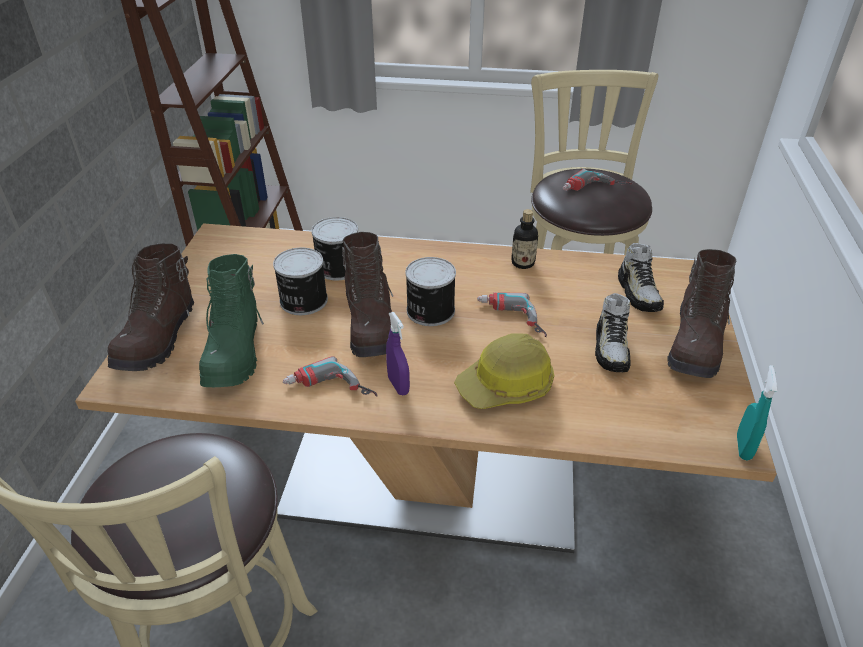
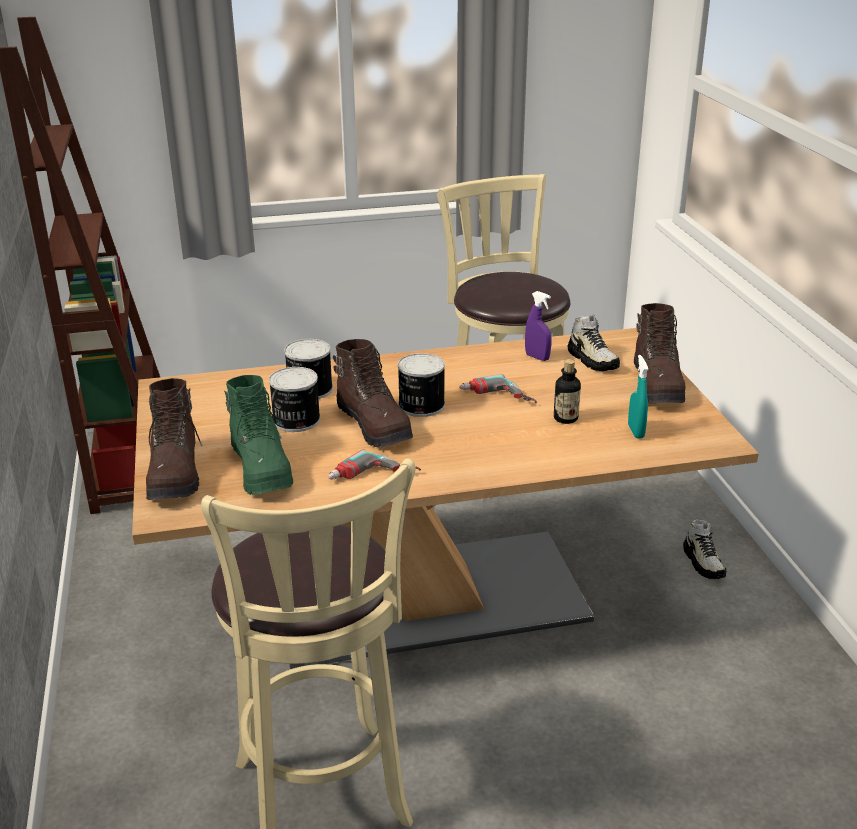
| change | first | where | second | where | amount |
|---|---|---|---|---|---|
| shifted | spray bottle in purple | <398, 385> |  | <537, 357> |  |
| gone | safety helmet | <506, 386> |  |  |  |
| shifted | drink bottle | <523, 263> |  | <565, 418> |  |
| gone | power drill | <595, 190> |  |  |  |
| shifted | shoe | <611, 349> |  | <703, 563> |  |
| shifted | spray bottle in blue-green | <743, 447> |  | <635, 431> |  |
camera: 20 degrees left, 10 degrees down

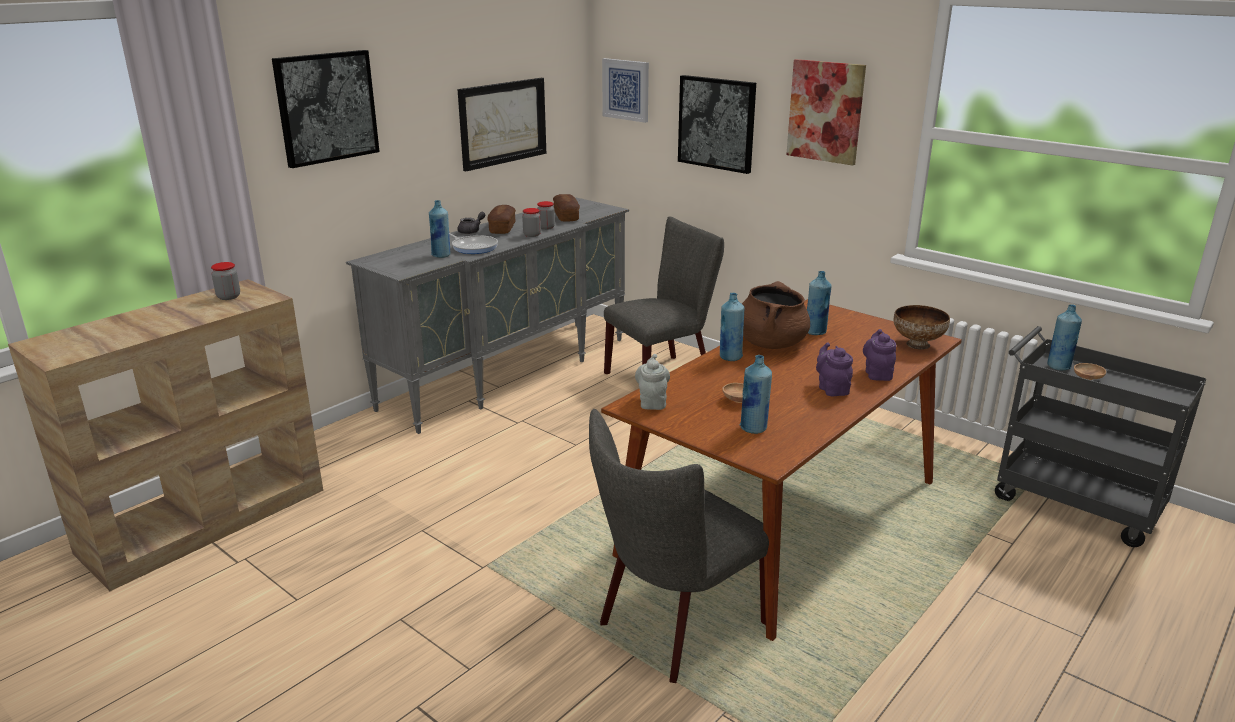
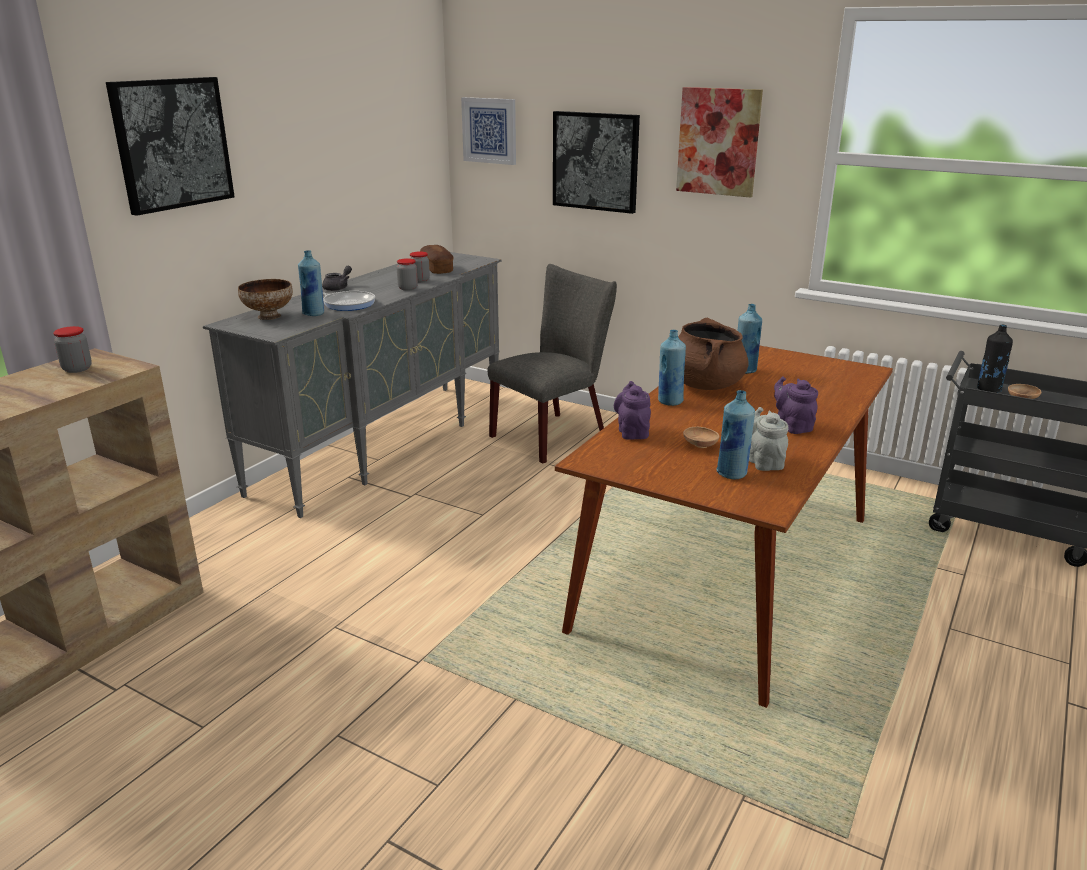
| change | first | where | second | where | amount |
|---|---|---|---|---|---|
| gone | wall picture | <502, 123> |  |  |  |
| gone | baked bread | <502, 228> |  |  |  |
| gone | plain chair in gray | <674, 627> |  |  |  |
| shifted | pot for tea in gray | <652, 402> |  | <764, 462> |  |
| shifted | pot for tea in purple | <877, 374> |  | <632, 432> |  |
| shifted | bowl | <917, 344> |  | <269, 316> |  |
| repainted | drink bottle in blue-coloured | <1058, 366> | drink bottle in black-coloured | <988, 390> |  |
camera: 10 degrees left, 0 degrees up

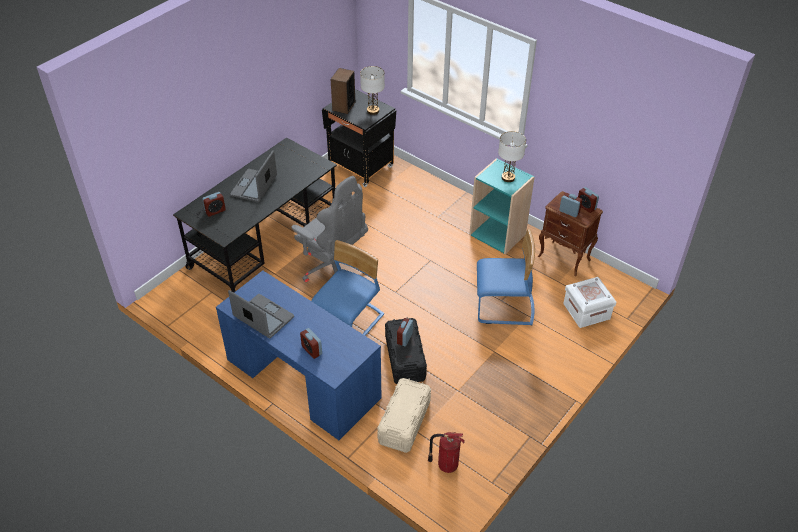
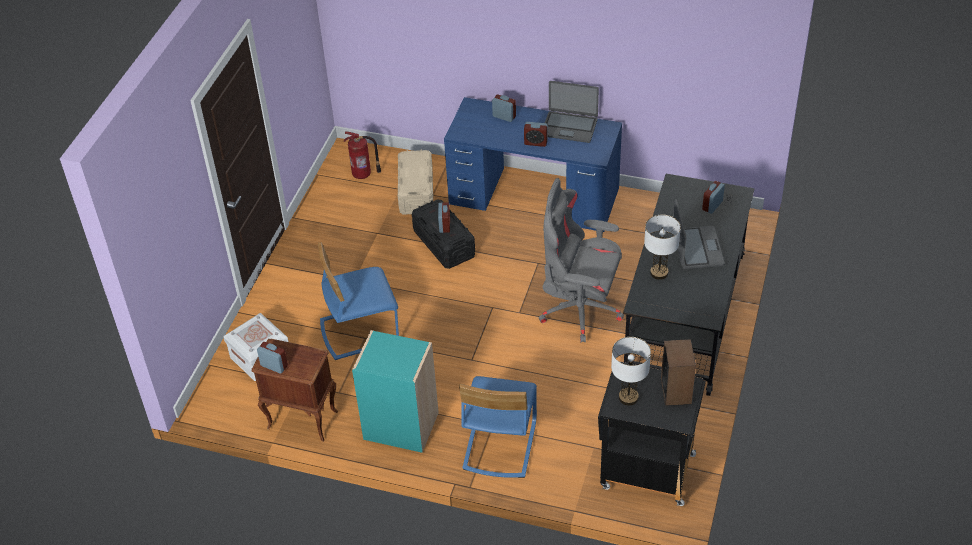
| change | first | where | second | where | amount |
|---|---|---|---|---|---|
| shifted | plain chair in blue-coloured | <350, 322> |  | <499, 445> |  |
| shifted | tabletop lamp | <508, 178> |  | <659, 273> |  |
| shifted | table clock | <569, 212> |  | <535, 142> |  |
camera: 160 degrees right, 0 degrees up

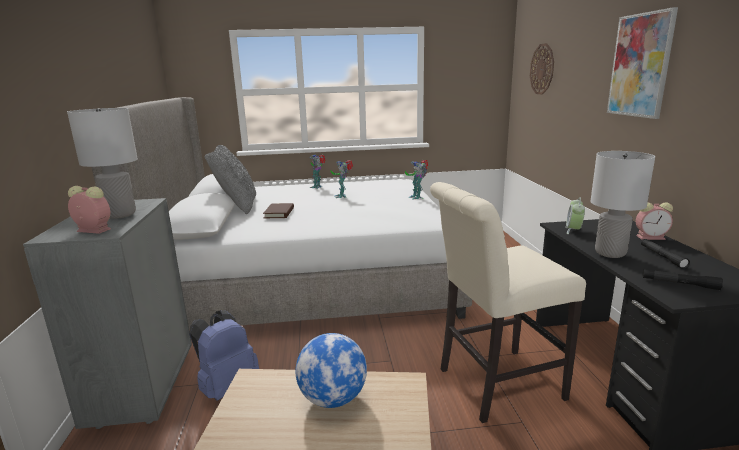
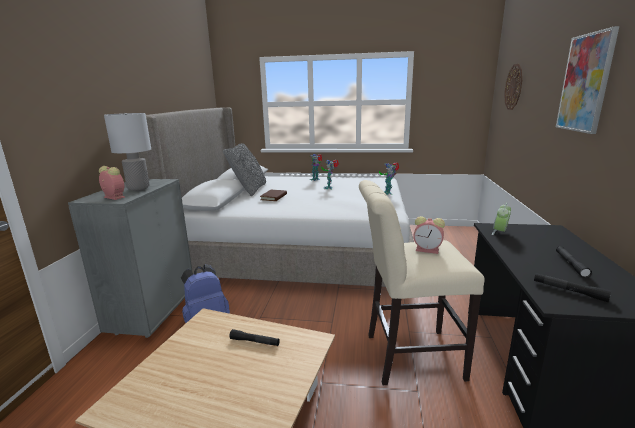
| change | first | where | second | where | amount |
|---|---|---|---|---|---|
| swapped | world globe | <333, 399> | flashlight in black-coloured | <254, 342> |  |
| gone | tabletop lamp in gray | <610, 255> |  |  |  |
| shifted | table clock | <651, 237> |  | <428, 250> |  |
camera: 15 degrees right, 0 degrees up

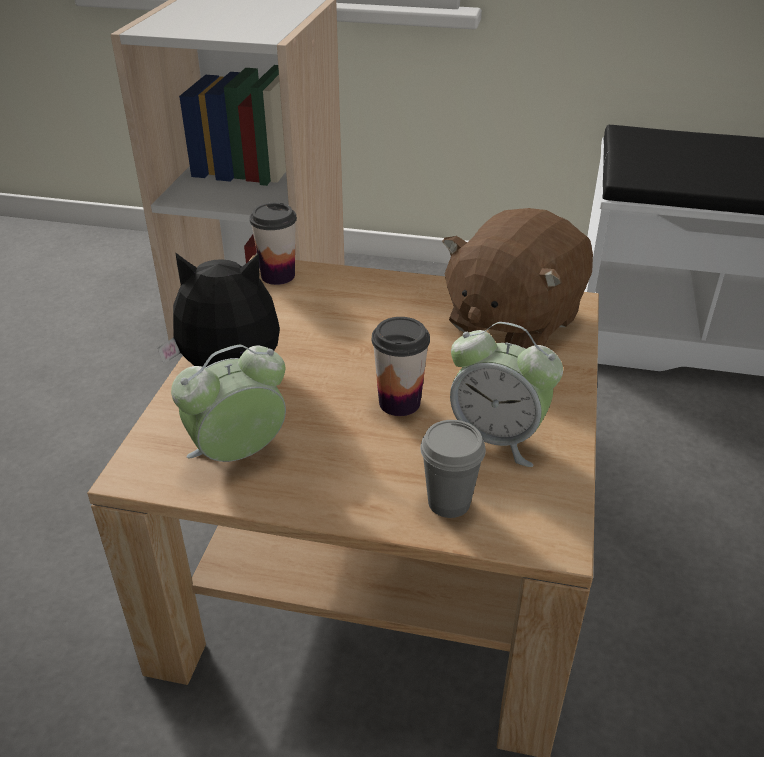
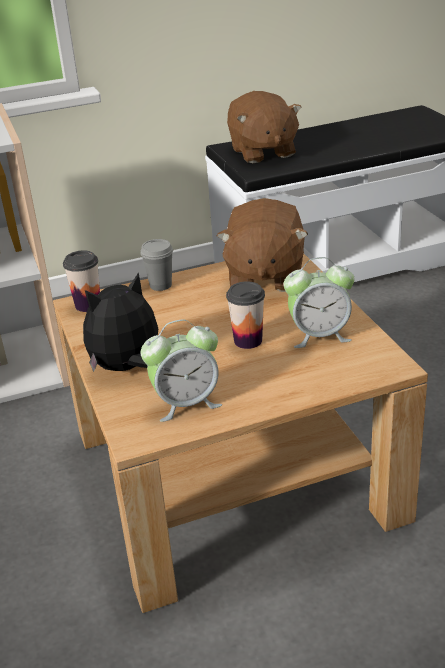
| change | first | where | second | where | amount |
|---|---|---|---|---|---|
| rotated | table clock | <239, 454> |  | <186, 403> | 135 degrees counterclockwise |
| shifted | small cup in gray | <449, 502> |  | <160, 285> |  |
| new |  |  | cuddly toy in brown | <262, 152> |  |
camera: 30 degrees left, 5 degrees down

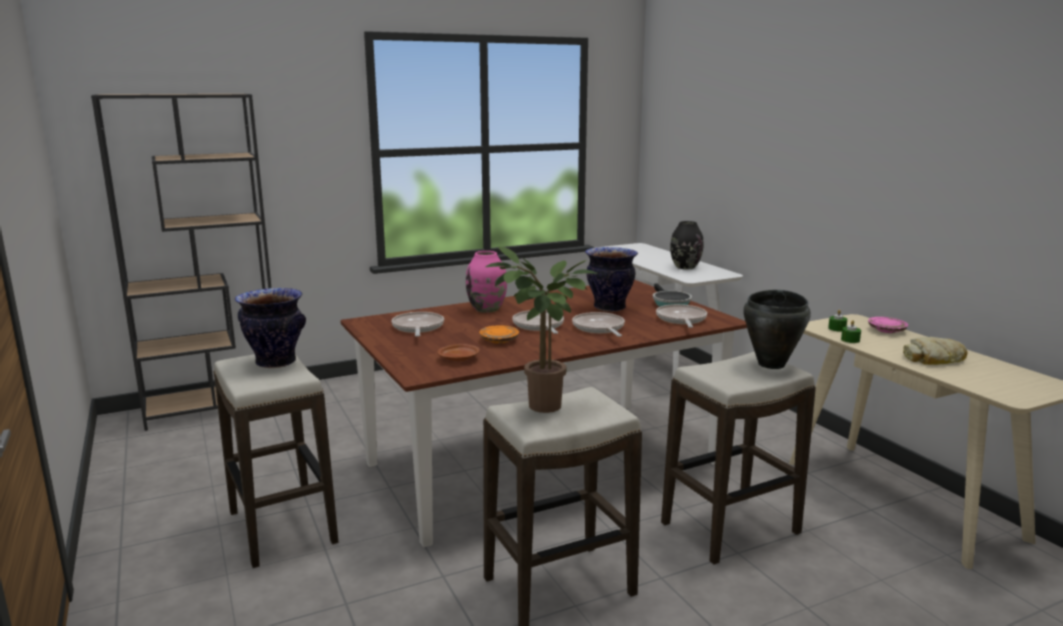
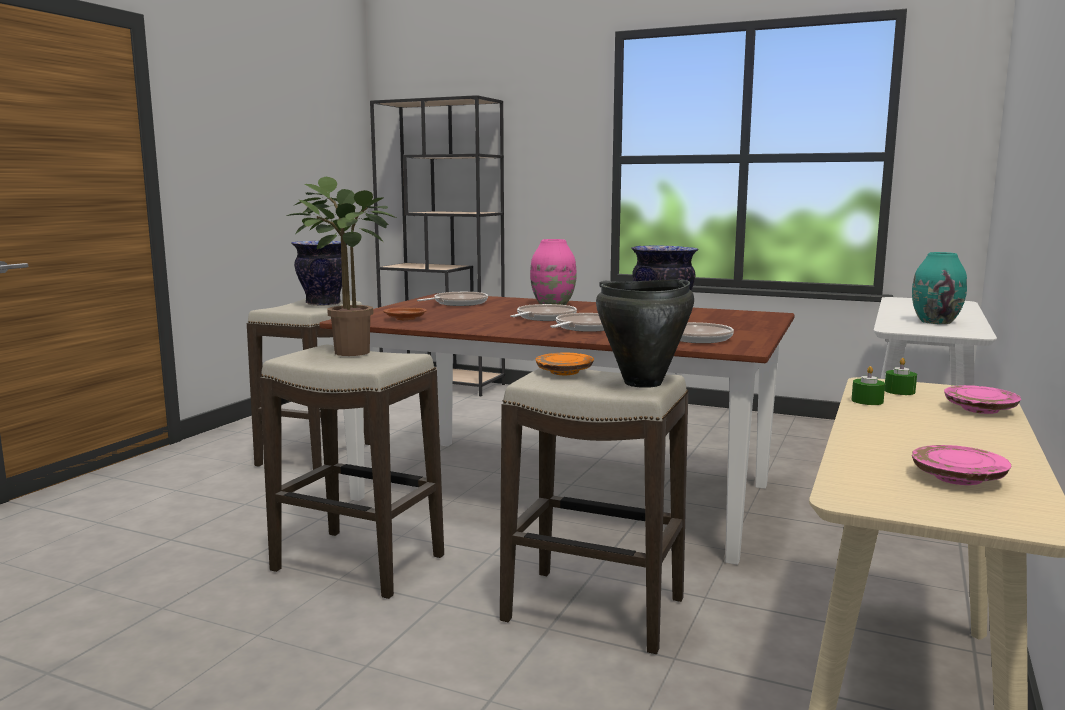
| change | first | where | second | where | amount |
|---|---|---|---|---|---|
| shifted | flat dish in orange | <499, 340> |  | <564, 372> |  |
| gone | pan | <669, 303> |  |  |  |
| repainted | flower vase in black-coloured | <685, 267> | flower vase in blue-green | <935, 322> |  |
| gone | baked bread | <934, 359> |  |  |  |
| new |  |  | flat dish in pinkish | <958, 478> |  |
camera: 50 degrees right, 5 degrees down

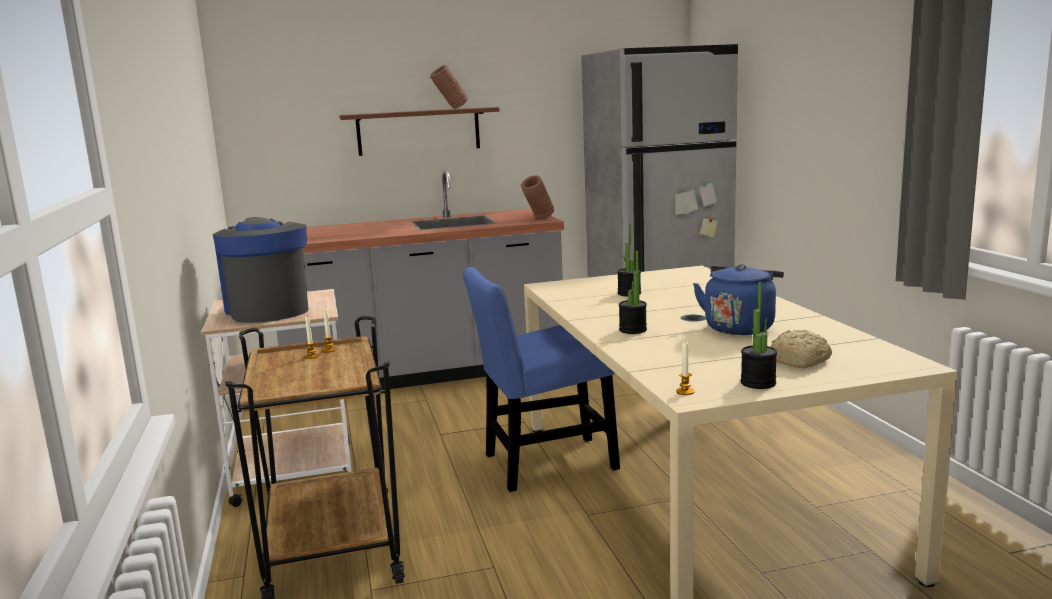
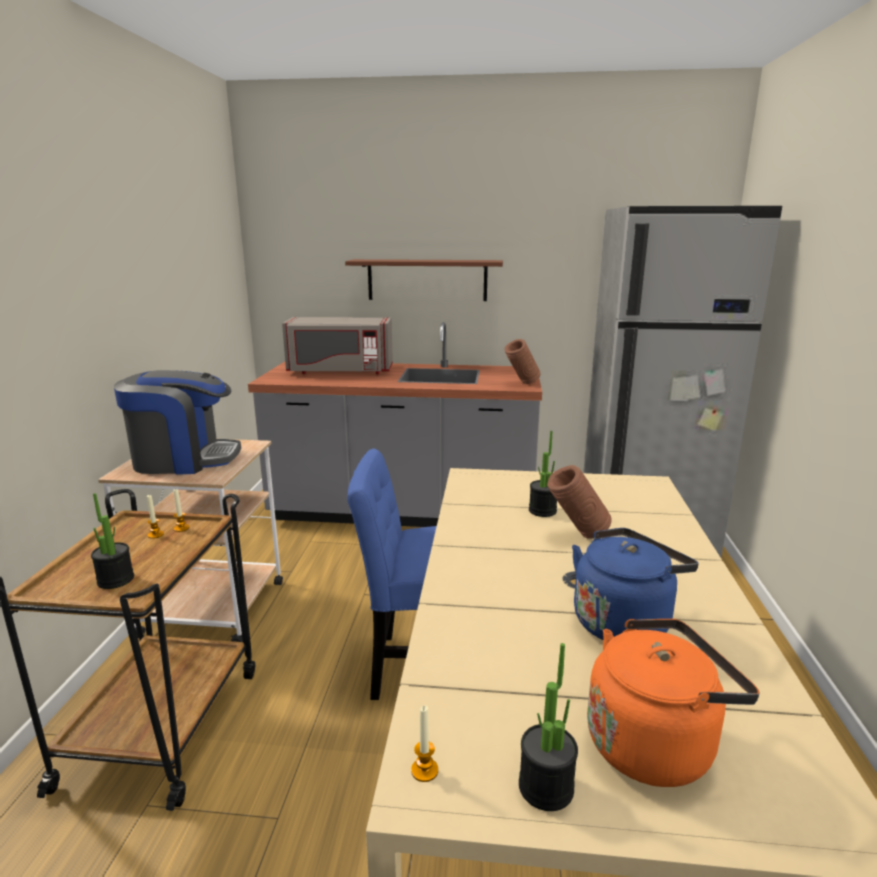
| change | first | where | second | where | amount |
|---|---|---|---|---|---|
| rotated | coffee machine | <267, 309> |  | <184, 459> | 90 degrees clockwise |
| shifted | flower vase in brown | <450, 109> |  | <577, 535> |  |
| shifted | potted plant | <633, 330> |  | <116, 580> |  |
| swapped | baked bread | <800, 361> | water kettle in orange | <654, 742> |  |
| new |  |  | microwave in gray | <340, 371> |  |
camera: 20 degrees right, 5 degrees up

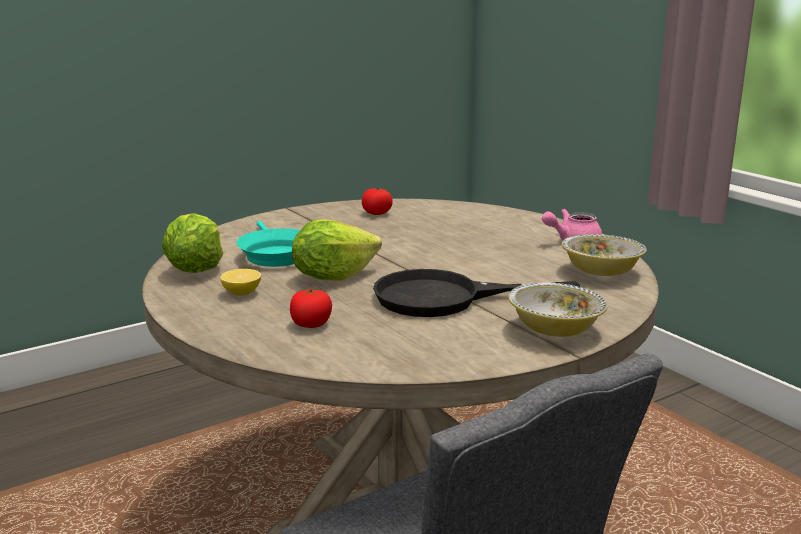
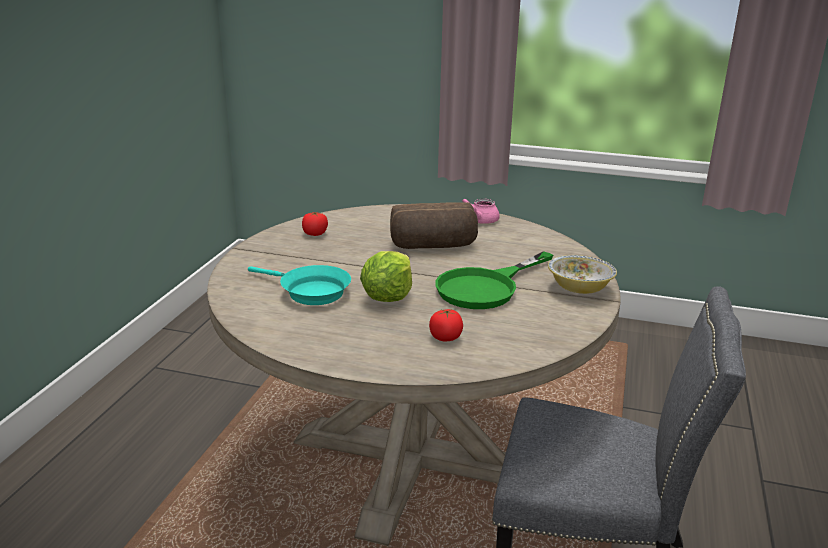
| change | first | where | second | where | amount |
|---|---|---|---|---|---|
| gone | head of lettuce | <195, 269> |  |  |  |
| gone | whole lemon | <242, 293> |  |  |  |
| repainted | pan in black-coloured | <447, 297> | pan in greenish | <486, 287> |  |
| gone | bowl | <601, 272> |  |  |  |
| new |  |  | baked bread | <433, 246> |  |
camera: 40 degrees left, 5 degrees up

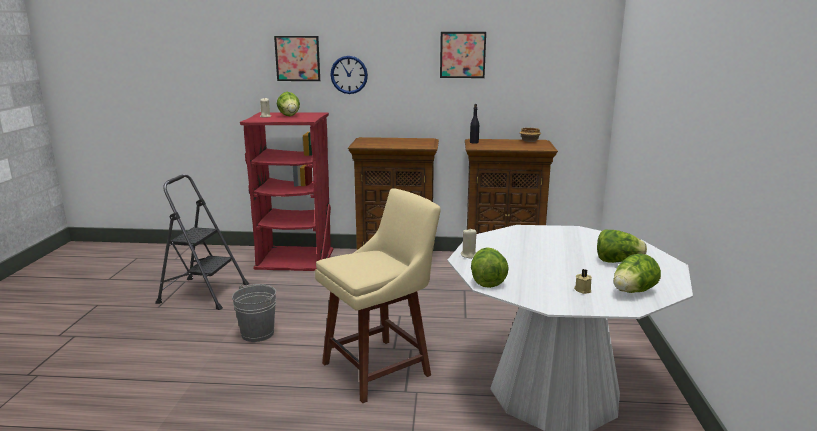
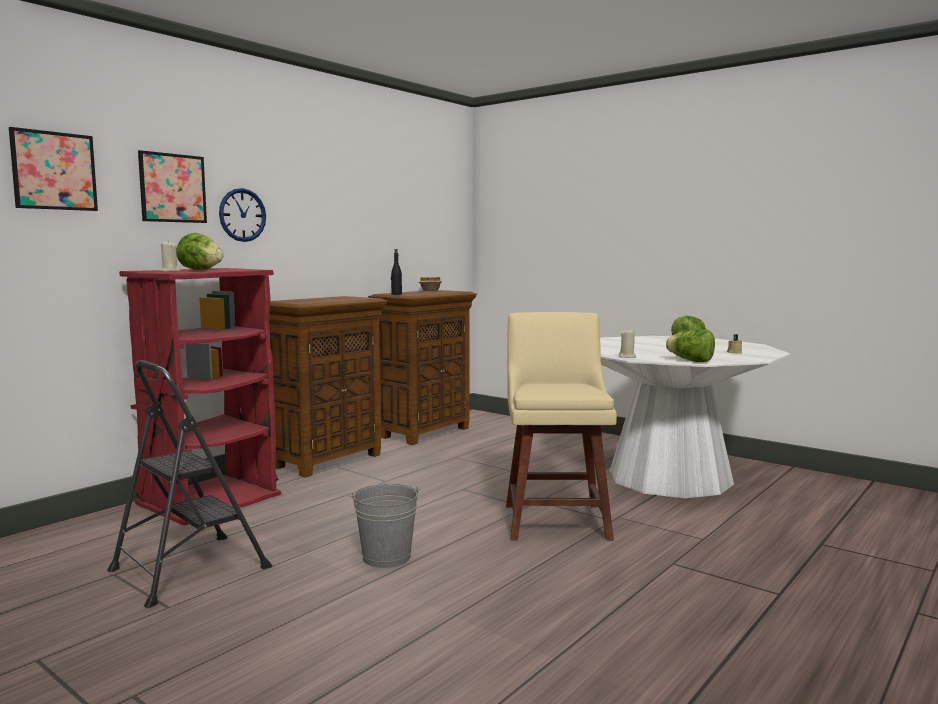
| change | first | where | second | where | amount |
|---|---|---|---|---|---|
| shifted | wall picture | <462, 55> |  | <54, 171> |  |
| gone | head of lettuce | <632, 292> |  |  |  |
camera: 55 degrees left, 10 degrees down

